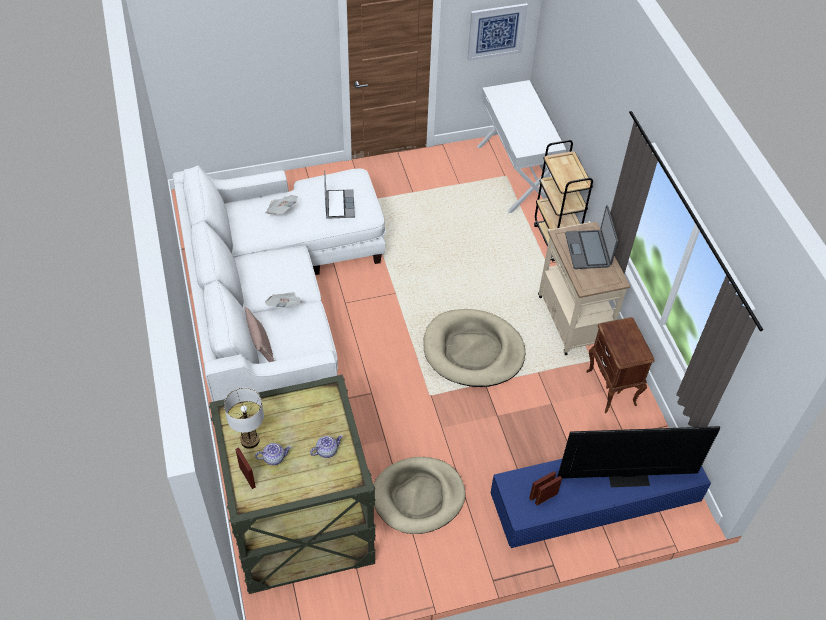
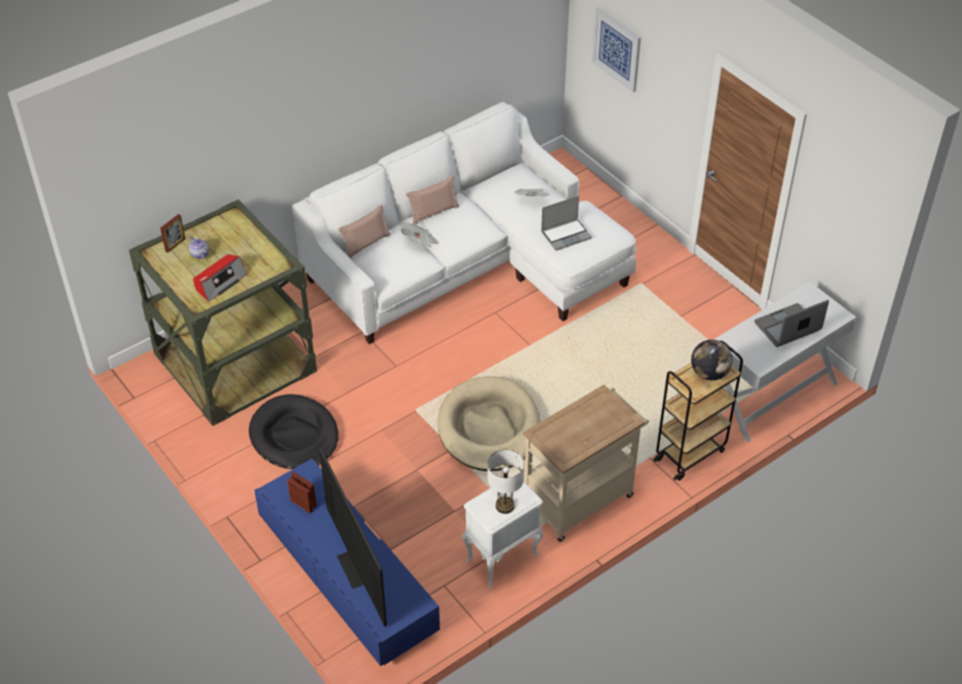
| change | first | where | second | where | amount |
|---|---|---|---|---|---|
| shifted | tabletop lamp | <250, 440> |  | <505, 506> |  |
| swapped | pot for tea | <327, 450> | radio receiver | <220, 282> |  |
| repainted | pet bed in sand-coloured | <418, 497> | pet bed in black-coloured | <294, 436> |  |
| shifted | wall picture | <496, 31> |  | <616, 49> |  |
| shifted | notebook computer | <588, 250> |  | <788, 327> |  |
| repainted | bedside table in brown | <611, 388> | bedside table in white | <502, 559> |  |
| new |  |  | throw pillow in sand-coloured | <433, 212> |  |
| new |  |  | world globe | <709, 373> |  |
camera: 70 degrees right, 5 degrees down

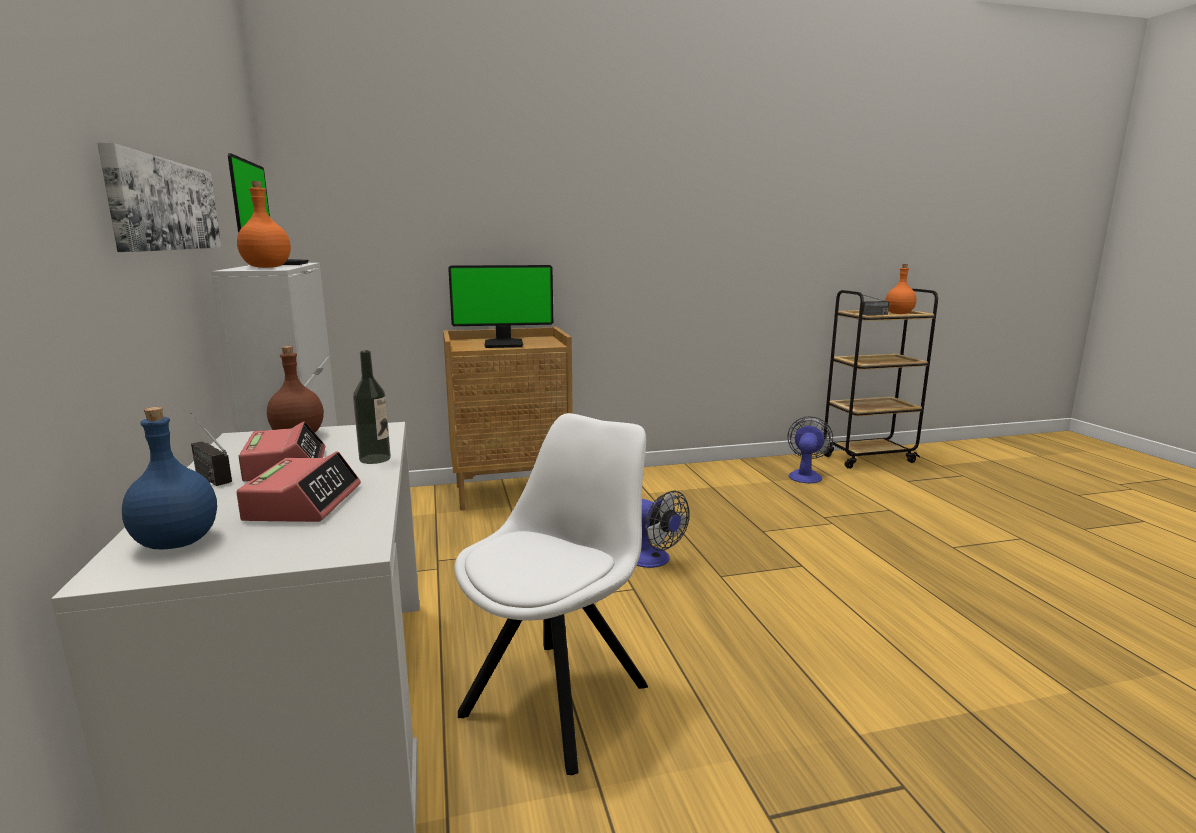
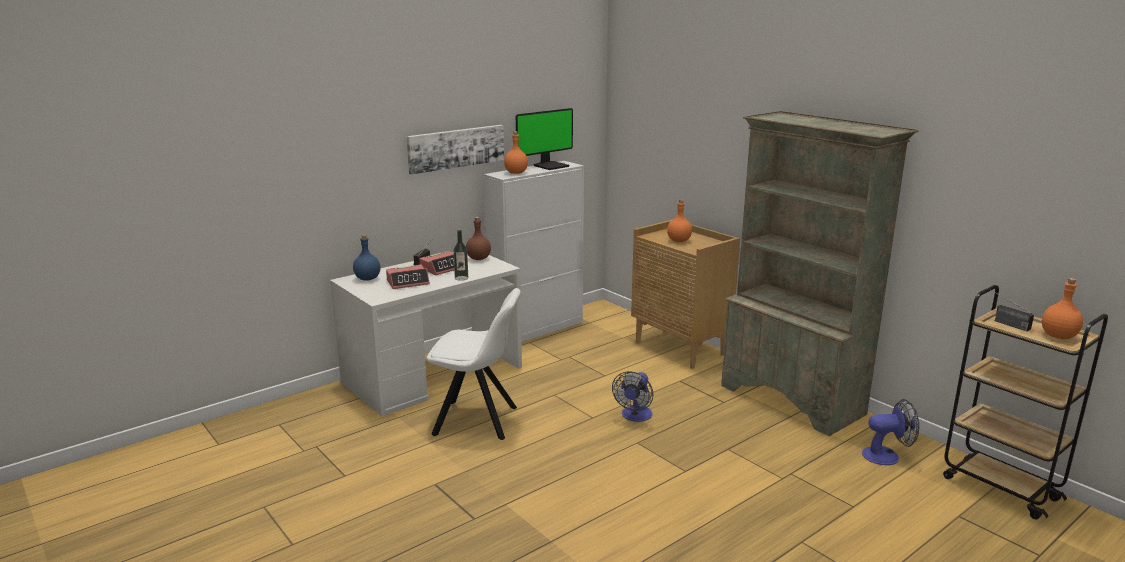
| change | first | where | second | where | amount |
|---|---|---|---|---|---|
| swapped | computer screen | <504, 344> | drink bottle in orange | <679, 241> |  |
| new |  |  | bookshelf in greenish | <792, 399> |  |
camera: 65 degrees right, 5 degrees up

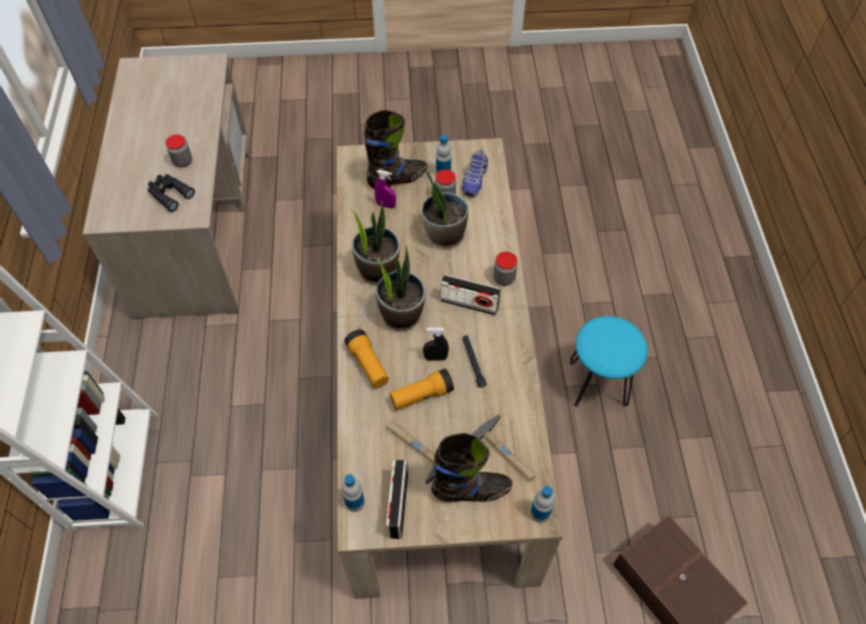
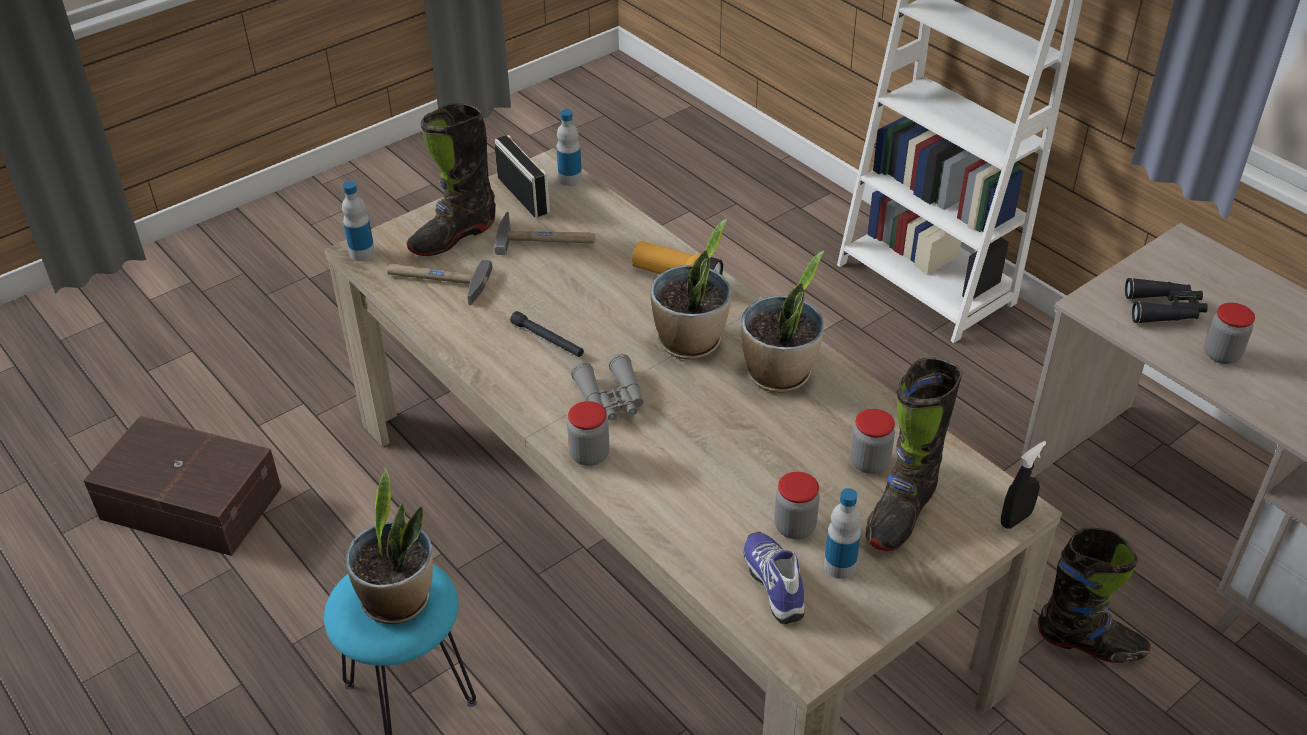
| change | first | where | second | where | amount |
|---|---|---|---|---|---|
| swapped | spray bottle in purple | <386, 205> | preserve jar | <869, 463> |  |
| gone | flashlight | <421, 395> |  |  |  |
| shifted | potted plant | <444, 235> |  | <398, 600> |  |
| shifted | spray bottle in black-coloured | <435, 358> |  | <1015, 519> |  |
| swapped | radio receiver | <469, 304> | field glasses in gray | <611, 399> |  |
| new |  |  | boot in black-coloured | <1090, 644> |  |
camera: 145 degrees right, 15 degrees down

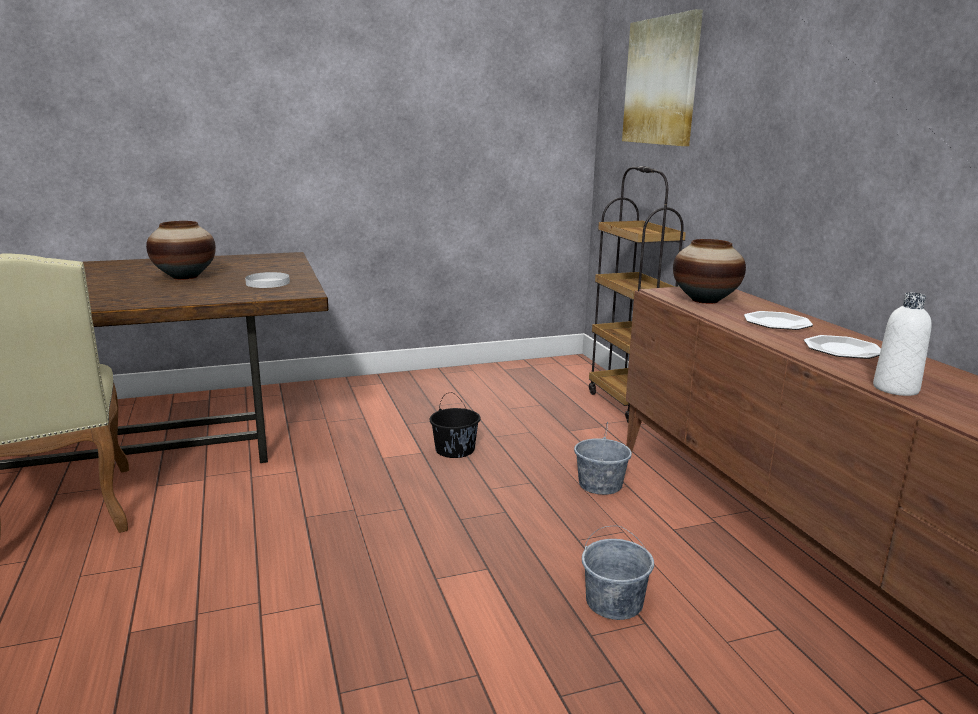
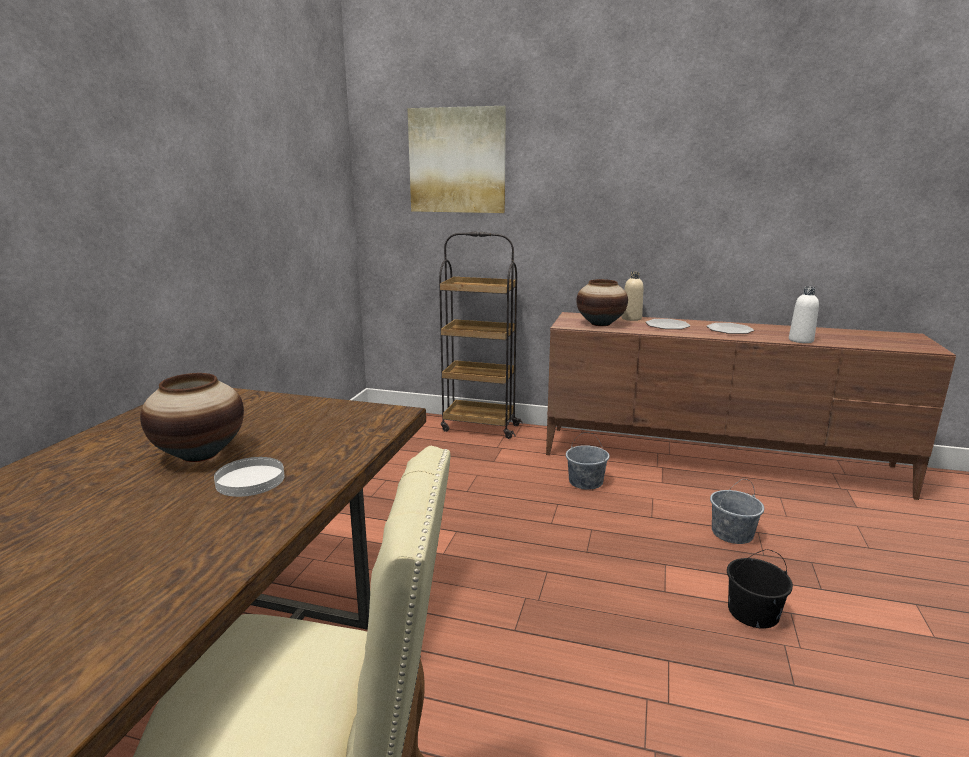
| change | first | where | second | where | amount |
|---|---|---|---|---|---|
| shifted | flat dish in white | <268, 283> |  | <250, 480> |  |
| shifted | water bucket in black-coloured | <455, 450> |  | <753, 612> |  |
| new |  |  | drink bottle in sand-coloured | <631, 318> |  |
camera: 55 degrees left, 0 degrees up

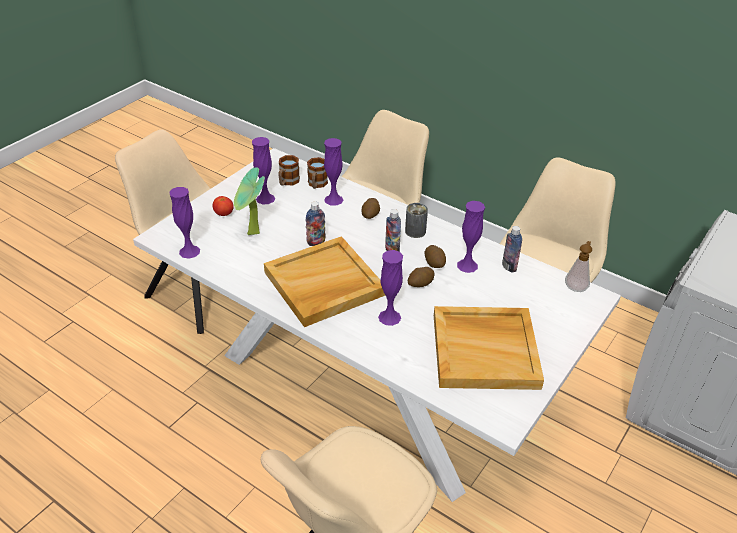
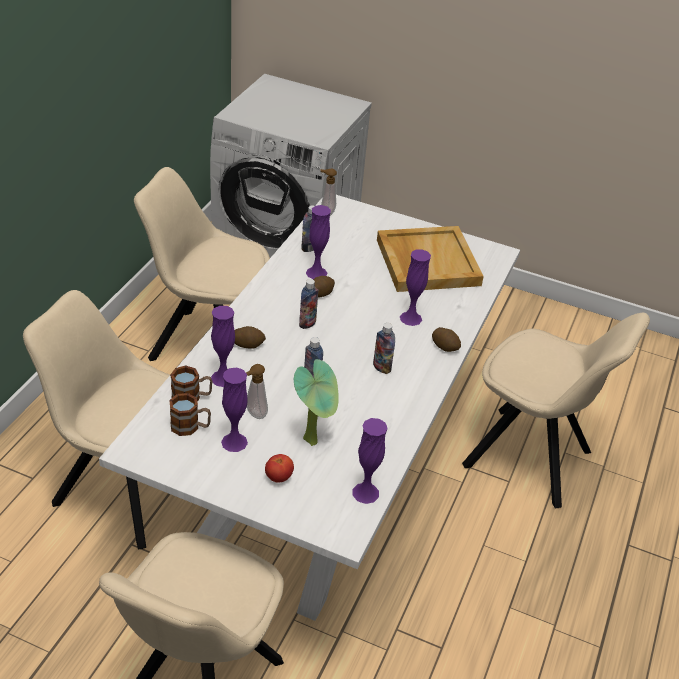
| change | first | where | second | where | amount |
|---|---|---|---|---|---|
| swapped | tray in sand-coloured | <323, 284> | drink bottle | <381, 367> |  |
| gone | sealed can | <415, 231> |  |  |  |
| shifted | potato | <420, 284> |  | <445, 346> |  |
| new |  |  | soap dispenser | <254, 414> |  |
camera: 105 degrees left, 0 degrees up

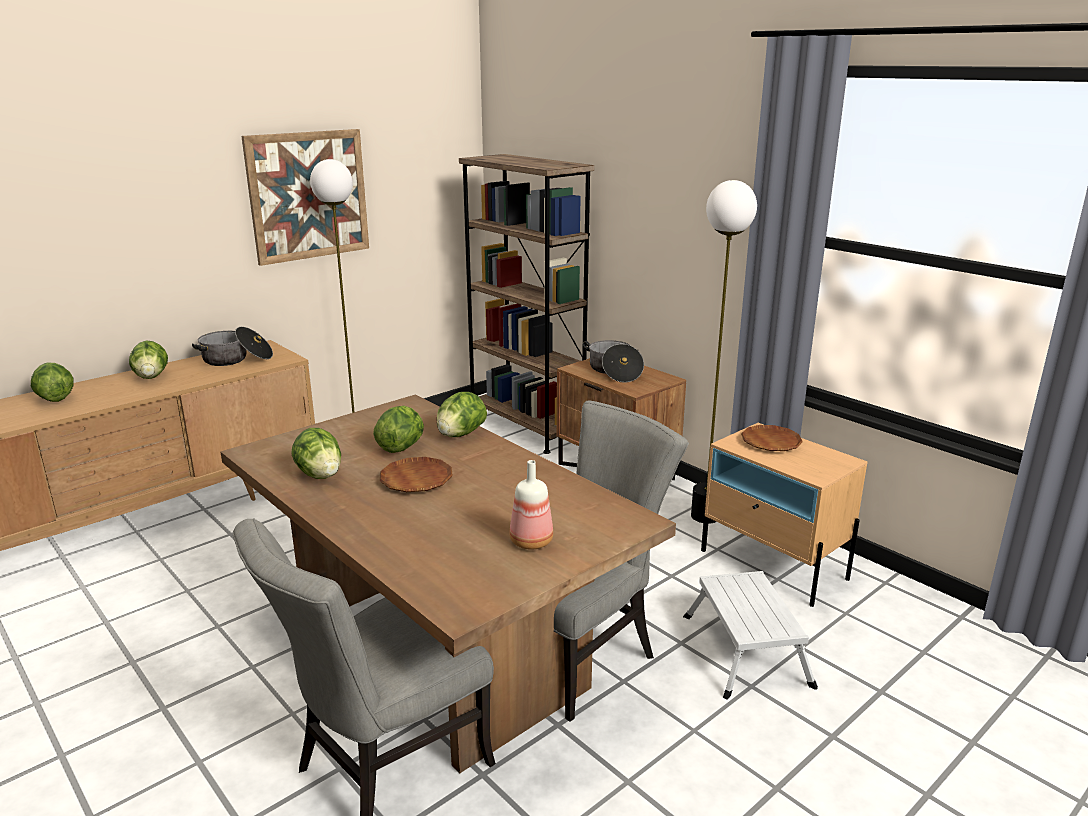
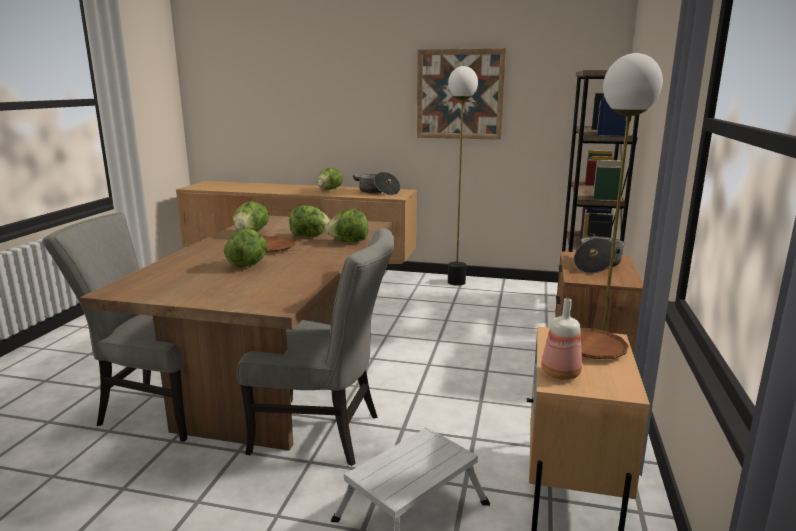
| change | first | where | second | where | amount |
|---|---|---|---|---|---|
| shifted | head of lettuce | <55, 399> |  | <248, 265> |  |
| shifted | drink bottle | <530, 542> |  | <559, 373> |  |
camera: 55 degrees right, 5 degrees down

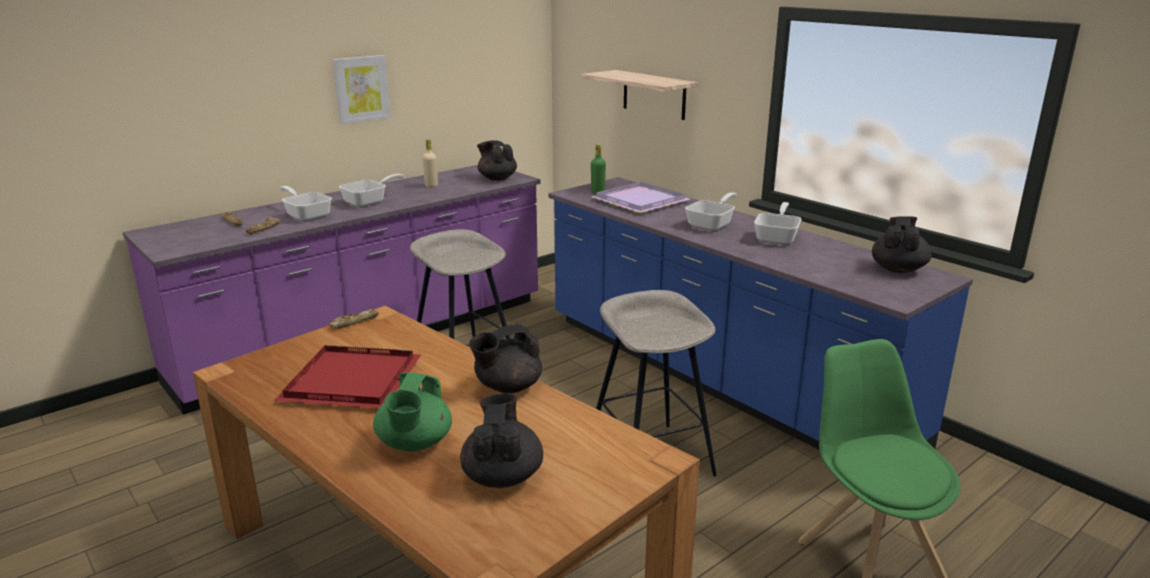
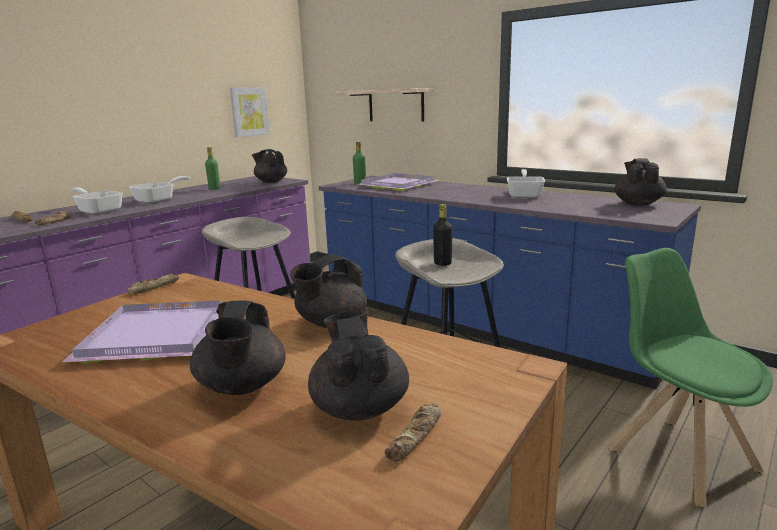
| change | first | where | second | where | amount |
|---|---|---|---|---|---|
| repainted | tray in red | <349, 382> | tray in purple | <153, 336> |  |
| shifted | wall picture | <361, 89> |  | <249, 111> |  |
| repainted | pot for tea in greenish | <414, 444> | pot for tea in black-coloured | <242, 387> |  |
| repainted | drink bottle in sand-coloured | <431, 186> | drink bottle in greenish | <214, 188> |  |
| gone | pan | <712, 224> |  |  |  |
| new |  |  | baked bread | <416, 436> |  |
| new |  |  | drink bottle in black-coloured | <442, 263> |  |
camera: 10 degrees left, 5 degrees down

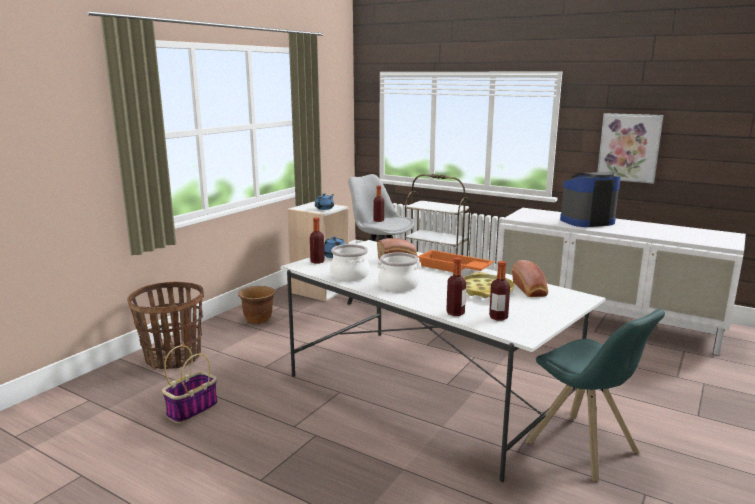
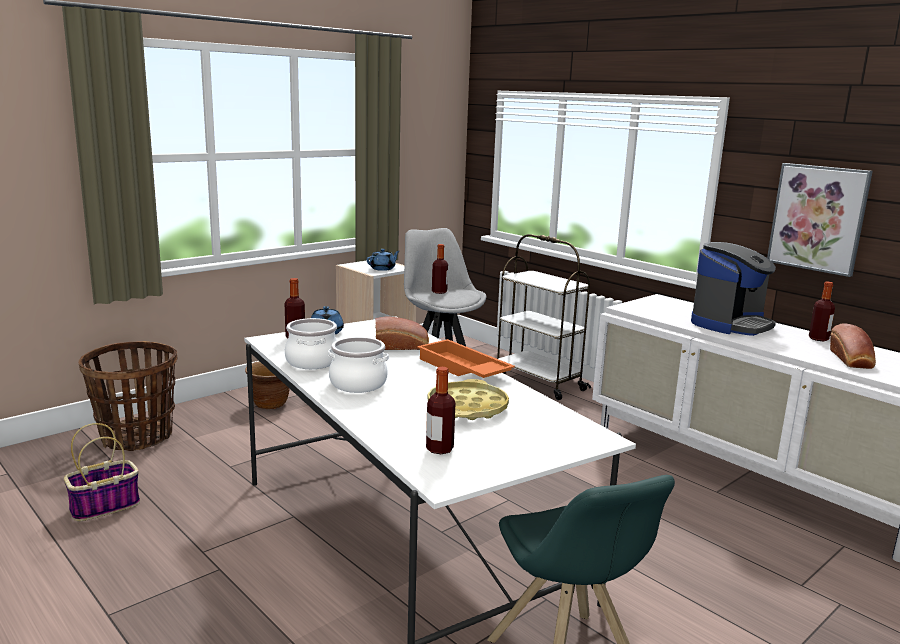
| change | first | where | second | where | amount |
|---|---|---|---|---|---|
| shifted | drink bottle | <455, 313> |  | <818, 339> |  |
| shifted | baked bread | <530, 290> |  | <851, 360> |  |
| rotated | coffee machine | <586, 221> |  | <730, 324> | 135 degrees clockwise |
camera: 15 degrees right, 0 degrees up

